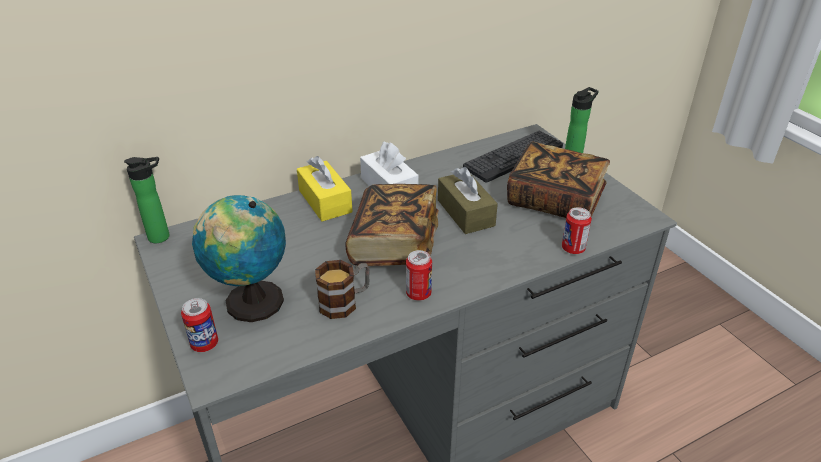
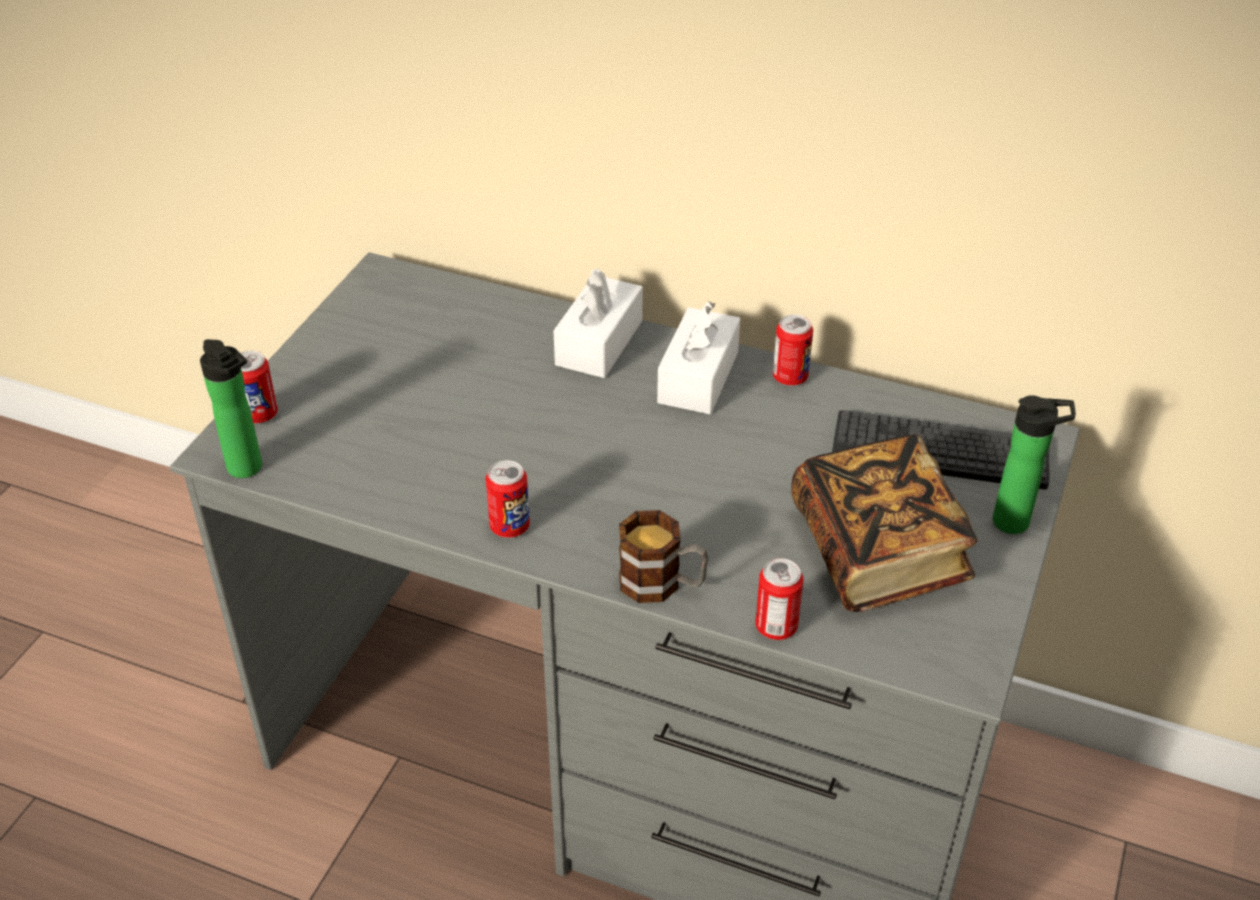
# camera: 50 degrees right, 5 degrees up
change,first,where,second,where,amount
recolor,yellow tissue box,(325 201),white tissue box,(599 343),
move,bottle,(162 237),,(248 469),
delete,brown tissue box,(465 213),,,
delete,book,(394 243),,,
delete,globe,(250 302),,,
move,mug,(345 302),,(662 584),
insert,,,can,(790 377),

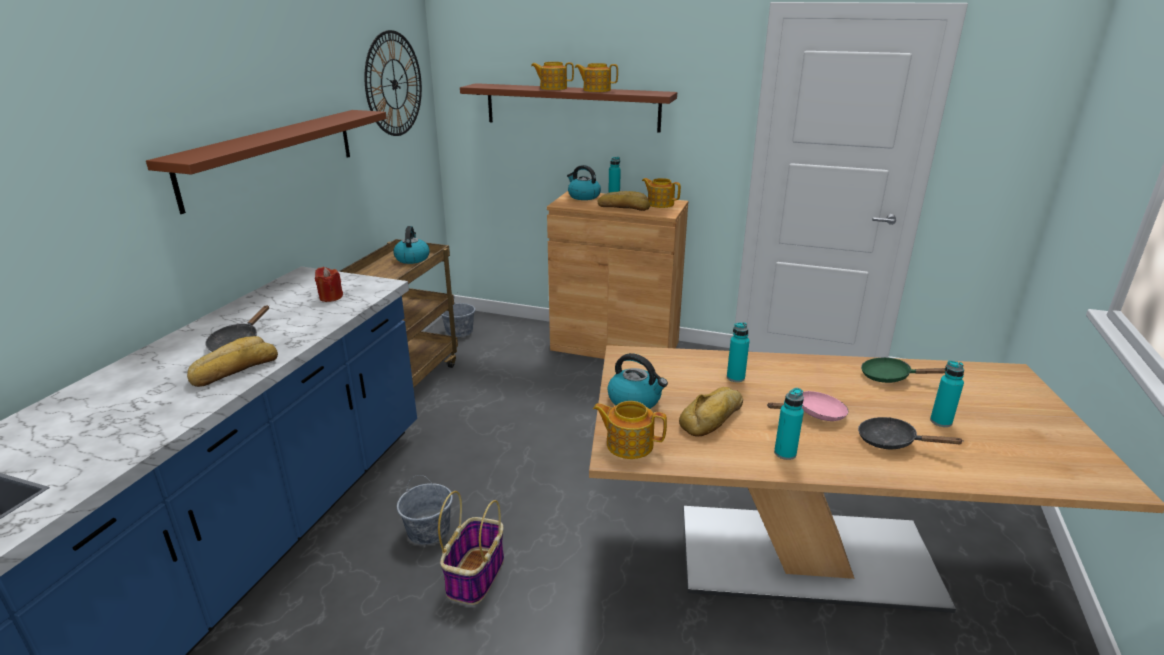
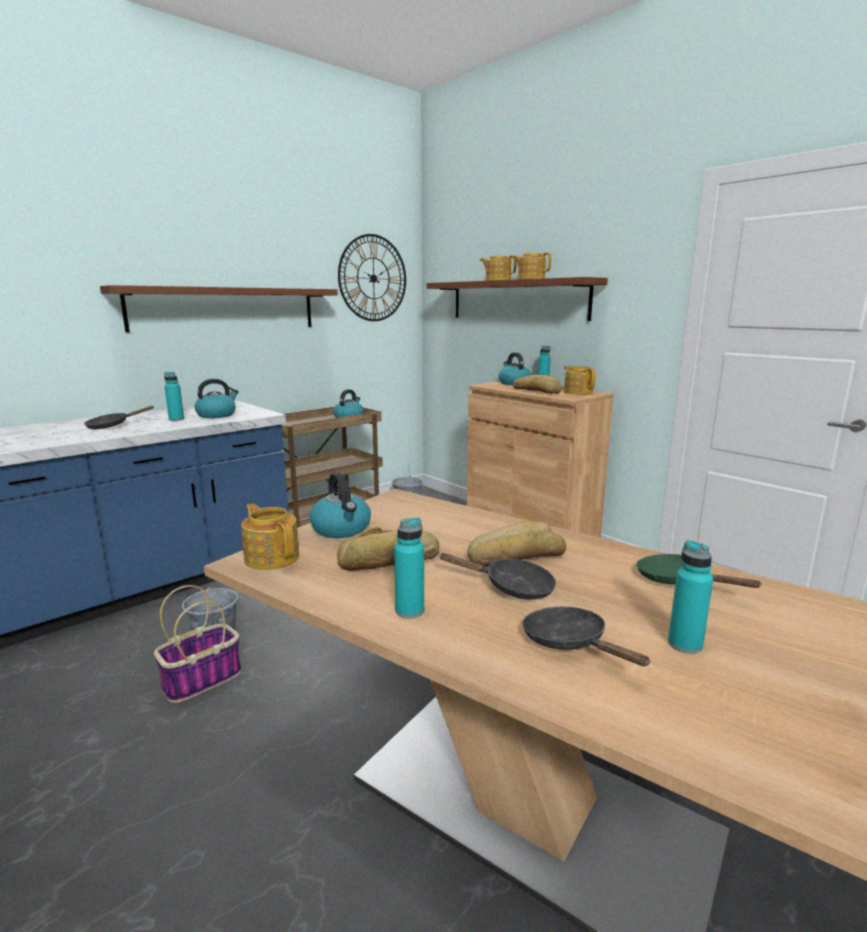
# camera: 30 degrees right, 10 degrees down
change,first,where,second,where,amount
replace,red candle,(330 297),kettle,(217 415),
move,turquoise bottle,(735 378),,(176 419),
move,bread,(234 369),,(515 555),
recolor,pink frying pan,(815 414),black frying pan,(511 587),

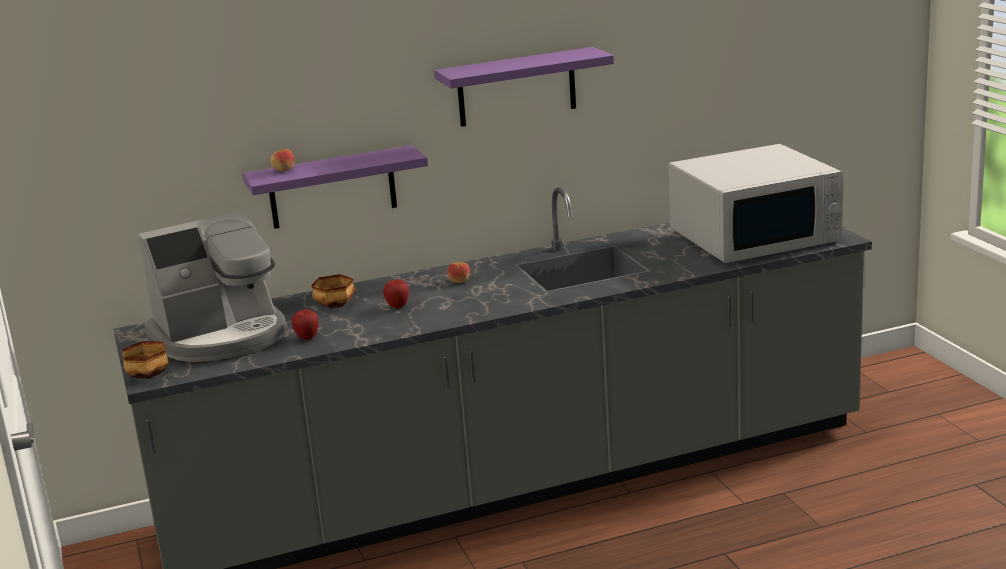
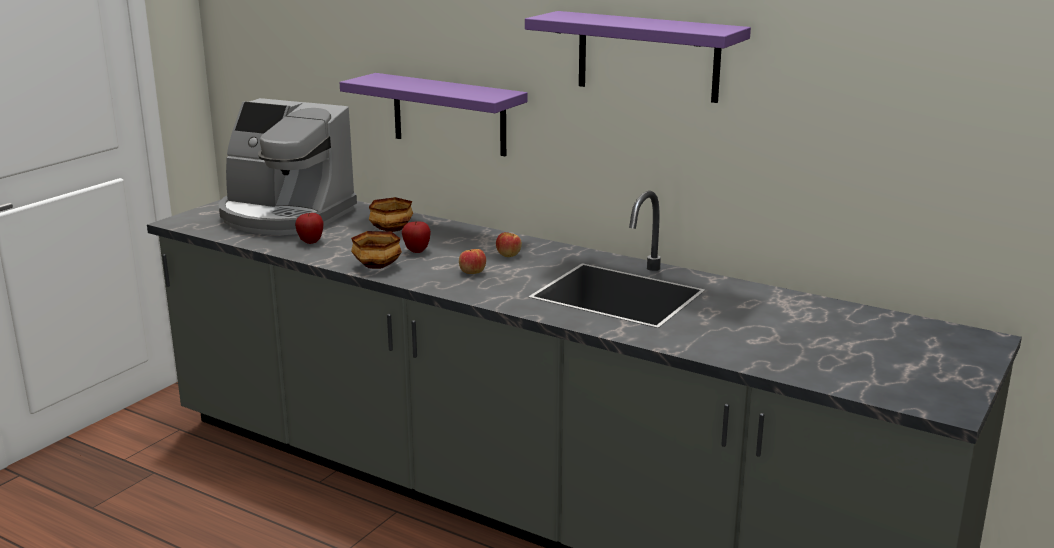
# camera: 50 degrees right, 0 degrees up
change,first,where,second,where,amount
delete,white microwave,(755 236),,,
move,apple,(283 170),,(472 272),
move,bowl,(148 375),,(378 266),

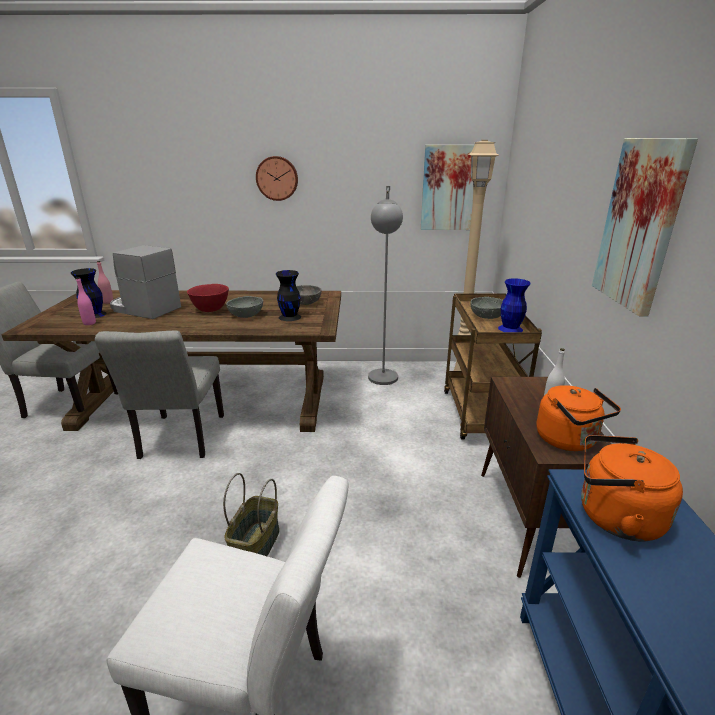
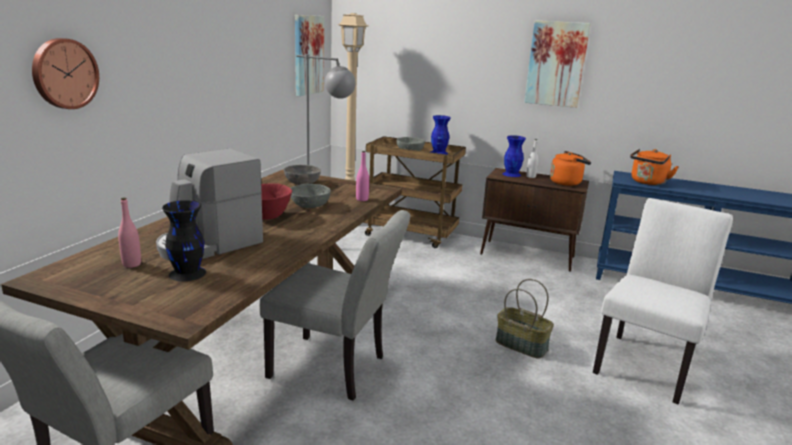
# camera: 70 degrees left, 5 degrees down
change,first,where,second,where,amount
move,wall clock,(277 178),,(64 73),
delete,black vase,(290 317),,,
move,pink bottle,(89 323),,(362 199),
insert,,,blue vase,(512 174),

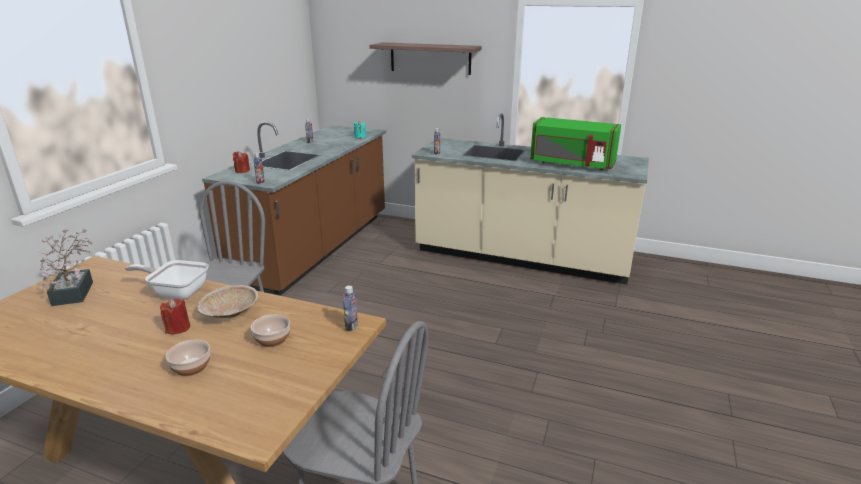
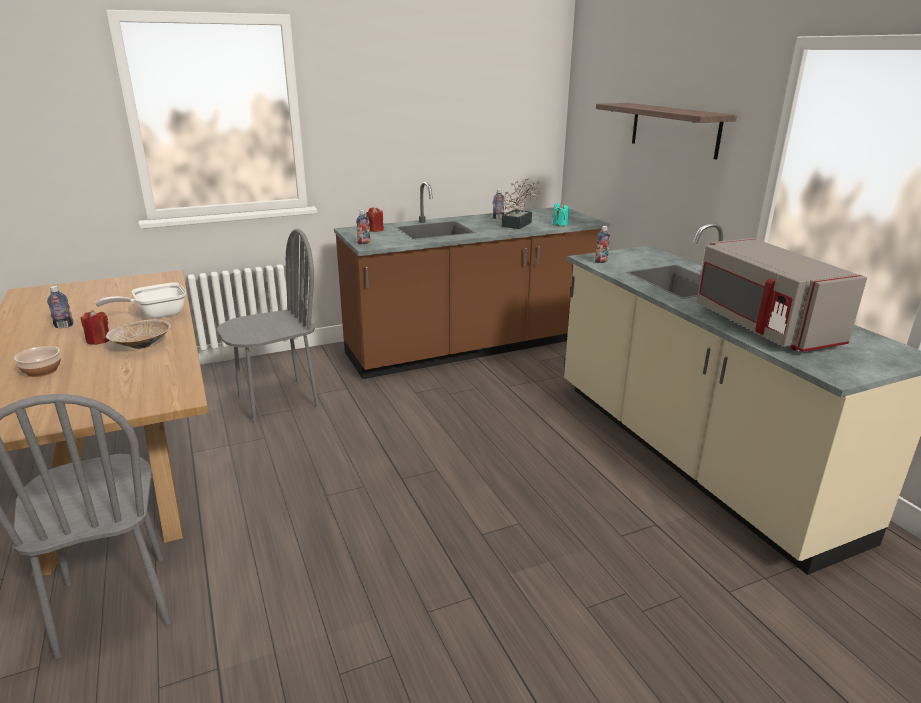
# camera: 45 degrees right, 0 degrees up
change,first,where,second,where,amount
recolor,green microwave,(571 164),grey microwave,(761 326),
move,potted plant,(75 290),,(518 223),
rotate,frying pan,(176 292),,(156 314),90 degrees counterclockwise
move,bottle,(351 326),,(64 326),
delete,bowl,(273 339),,,

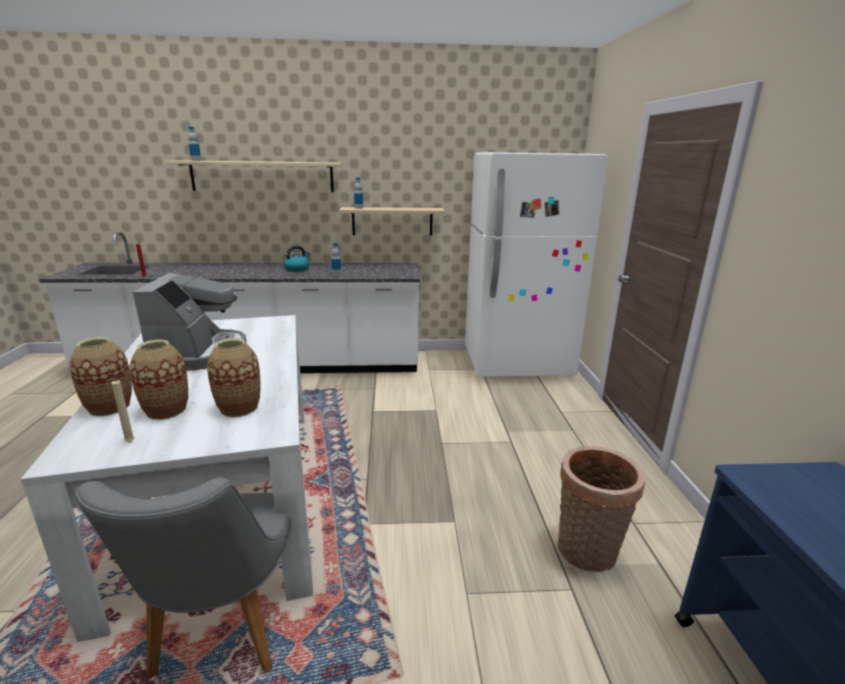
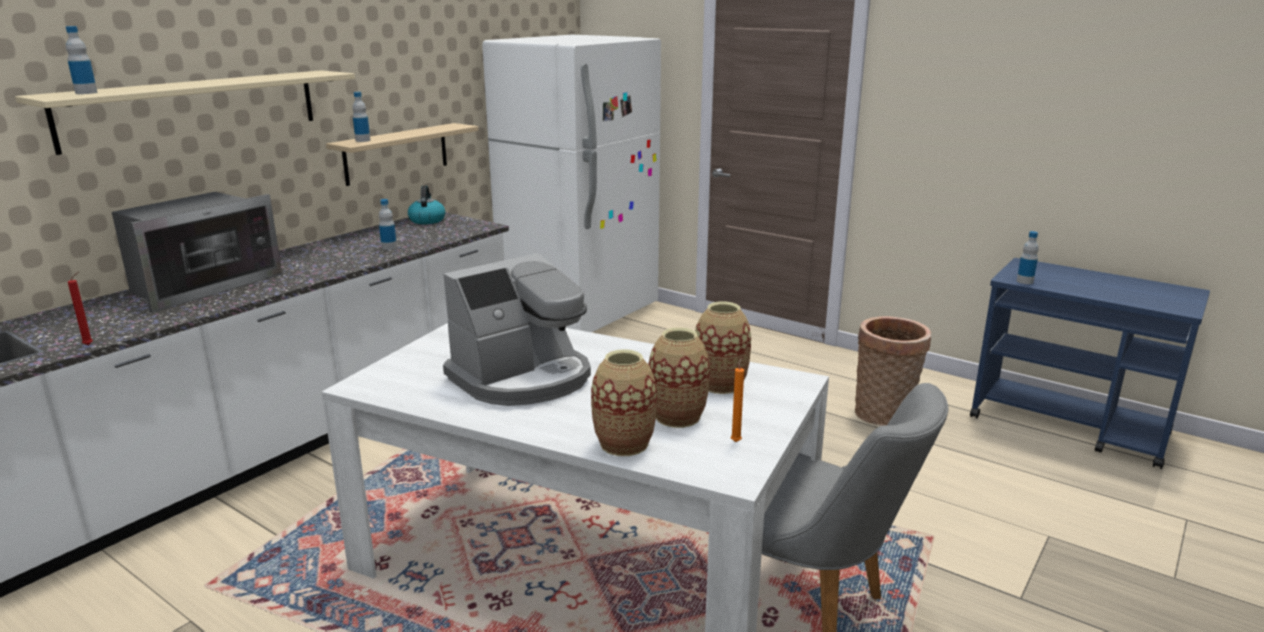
# camera: 50 degrees left, 0 degrees up
change,first,where,second,where,amount
move,kettle,(297 269),,(427 220),
rotate,coffee machine,(199 353),,(522 378),105 degrees clockwise
recolor,beige candle,(132 442),orange candle,(736 441),
insert,,,microwave,(202 285),
insert,,,bottle,(1024 281),

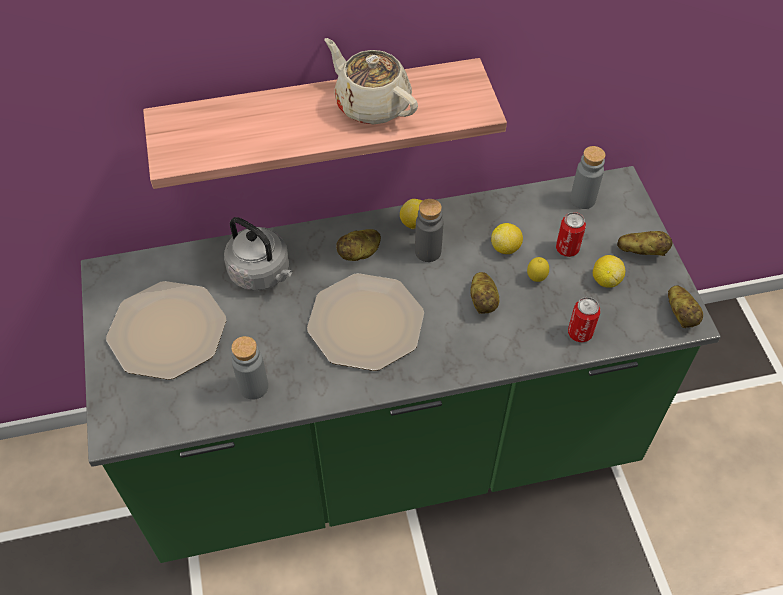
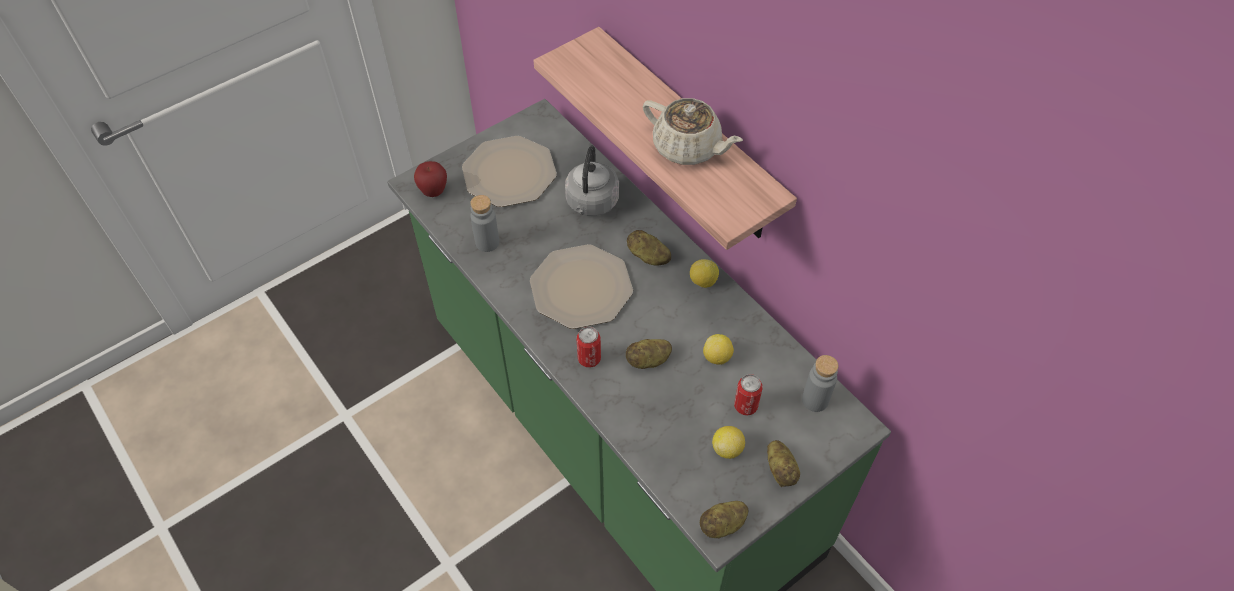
# camera: 65 degrees right, 0 degrees up
change,first,where,second,where,amount
rotate,beige teapot,(371 104),,(688 148),105 degrees clockwise
delete,grey bottle,(428 252),,,
delete,lemon,(536 279),,,
move,can,(580 333),,(589 359),
insert,,,apple,(433 191),

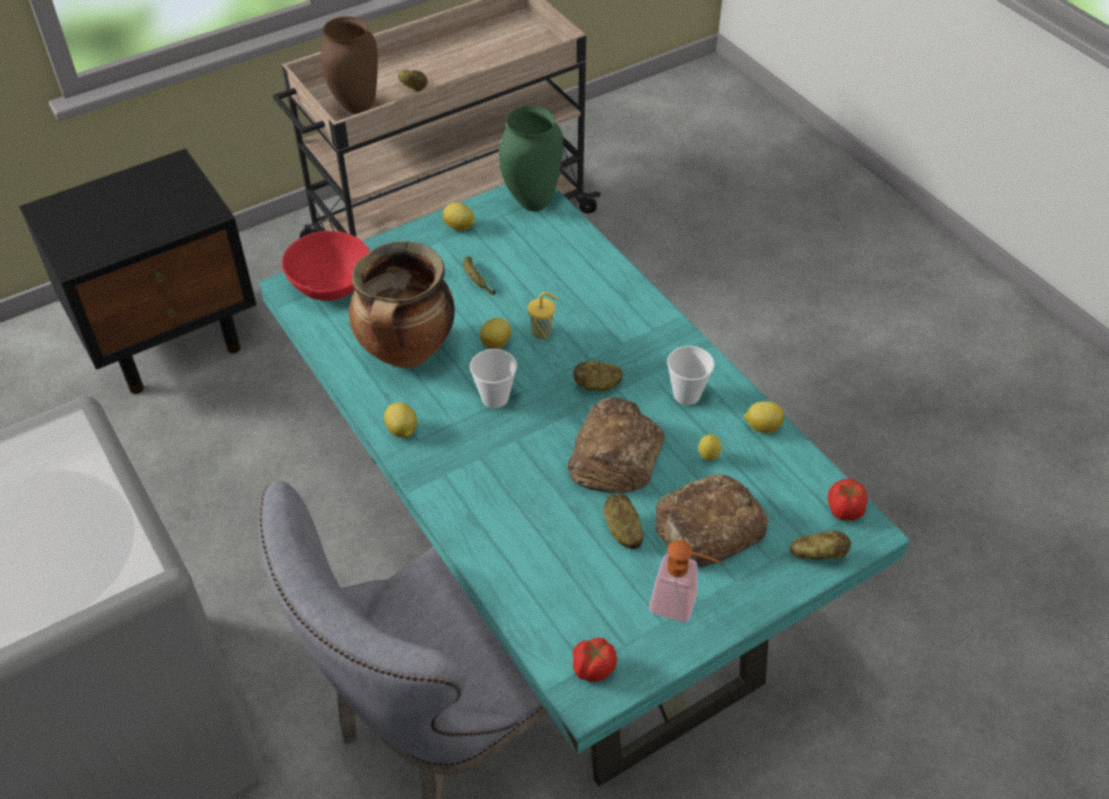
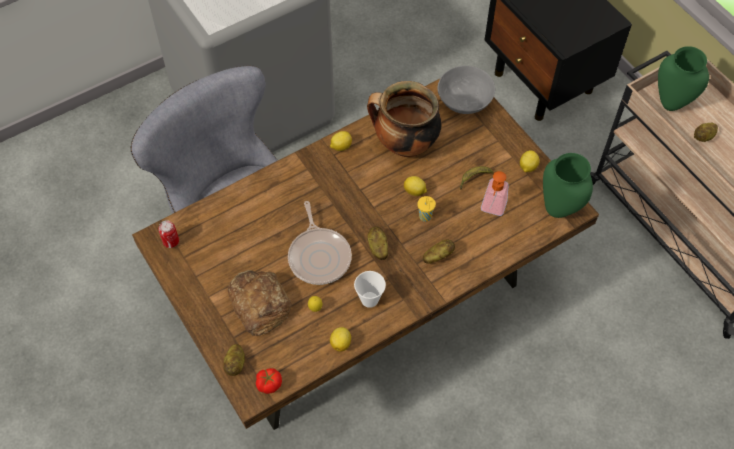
# camera: 90 degrees right, 10 degrees up
change,first,where,second,where,amount
recolor,brown vase,(357 108),green vase,(670 104),
recolor,turquoise dining table,(551 563),brown dining table,(368 307),
recolor,red bowl,(331 284),grey bowl,(465 101),
delete,cup,(495 398),,,
replace,bread,(614 454),frying pan,(319 256),
move,potato,(622 531),,(438 256),
move,soap dispenser,(682 606),,(492 209),
replace,tomato,(593 668),can,(171 241),

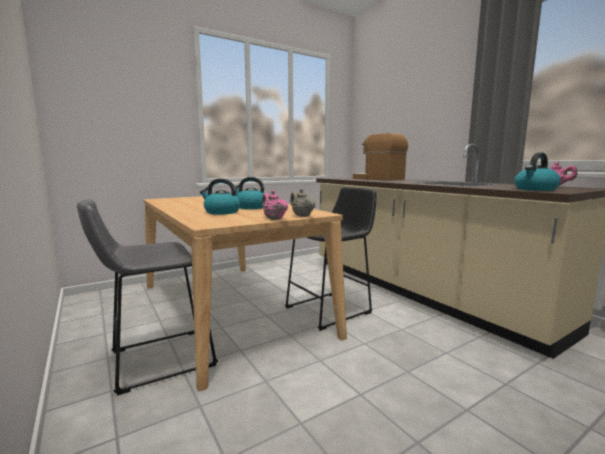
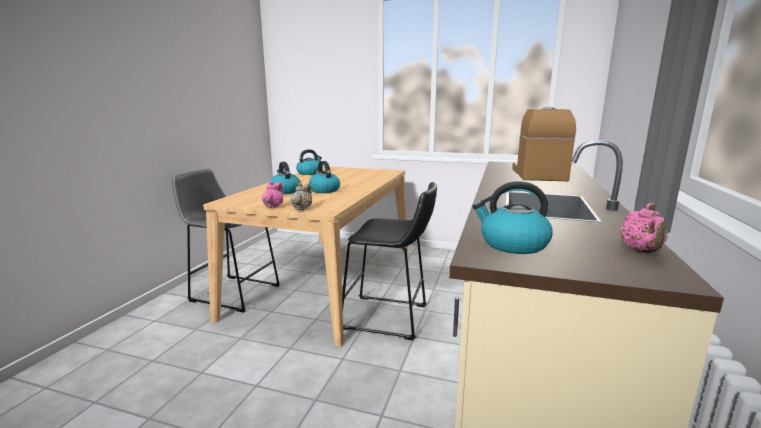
# camera: 50 degrees right, 5 degrees up
change,first,where,second,where,amount
insert,,,kettle,(309 173),

